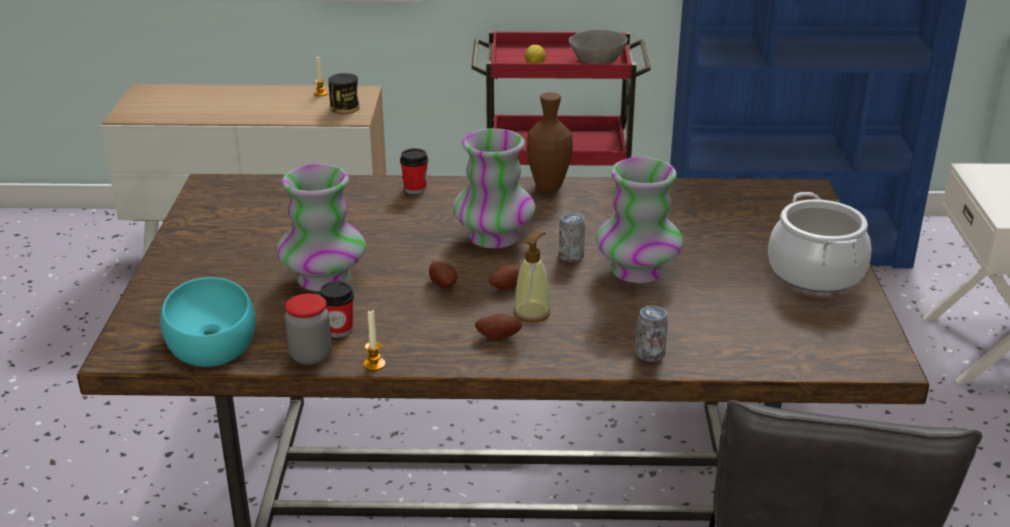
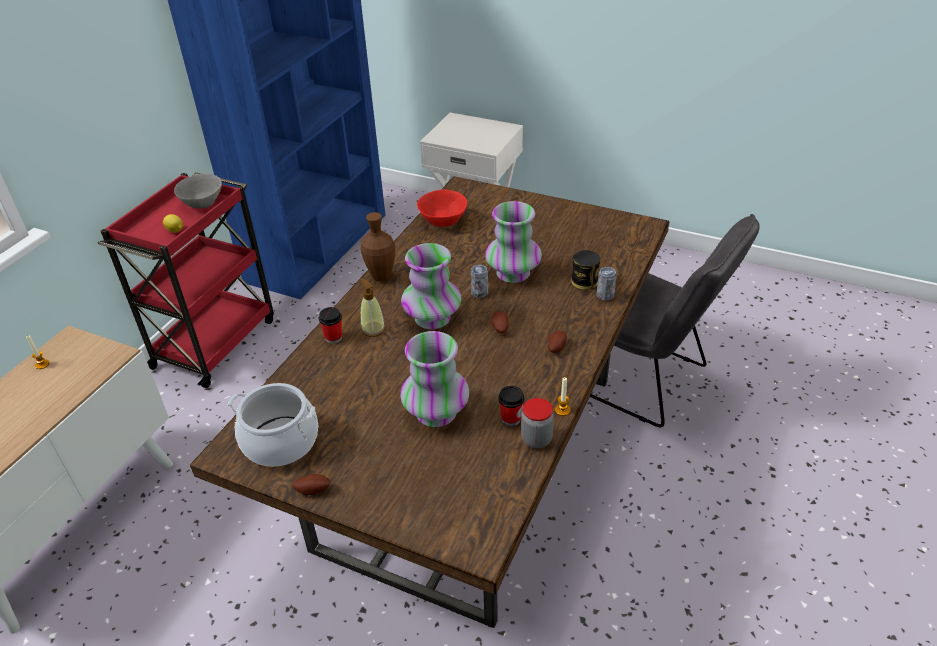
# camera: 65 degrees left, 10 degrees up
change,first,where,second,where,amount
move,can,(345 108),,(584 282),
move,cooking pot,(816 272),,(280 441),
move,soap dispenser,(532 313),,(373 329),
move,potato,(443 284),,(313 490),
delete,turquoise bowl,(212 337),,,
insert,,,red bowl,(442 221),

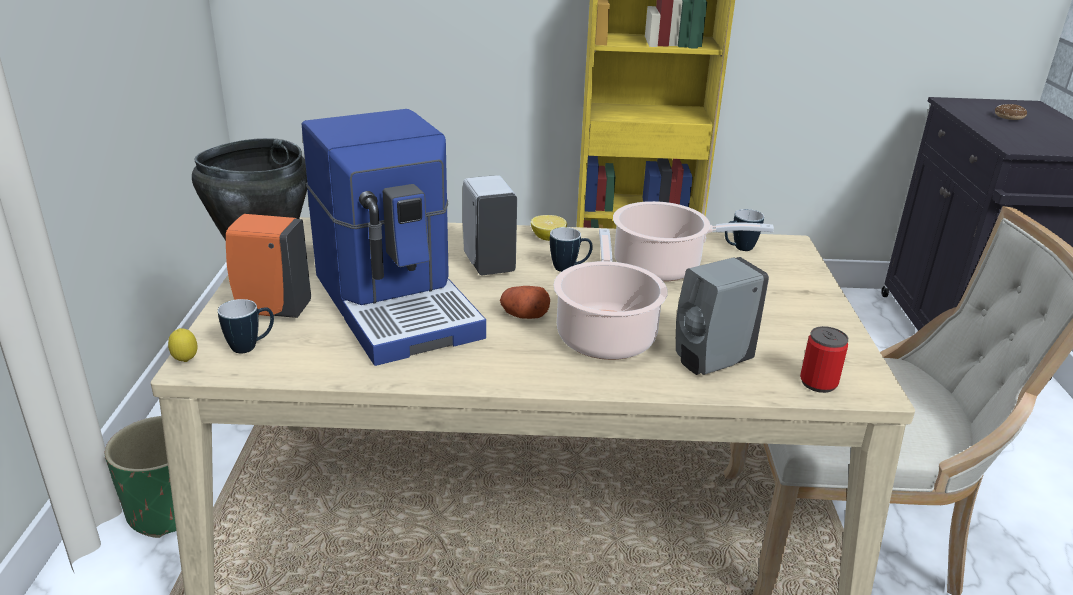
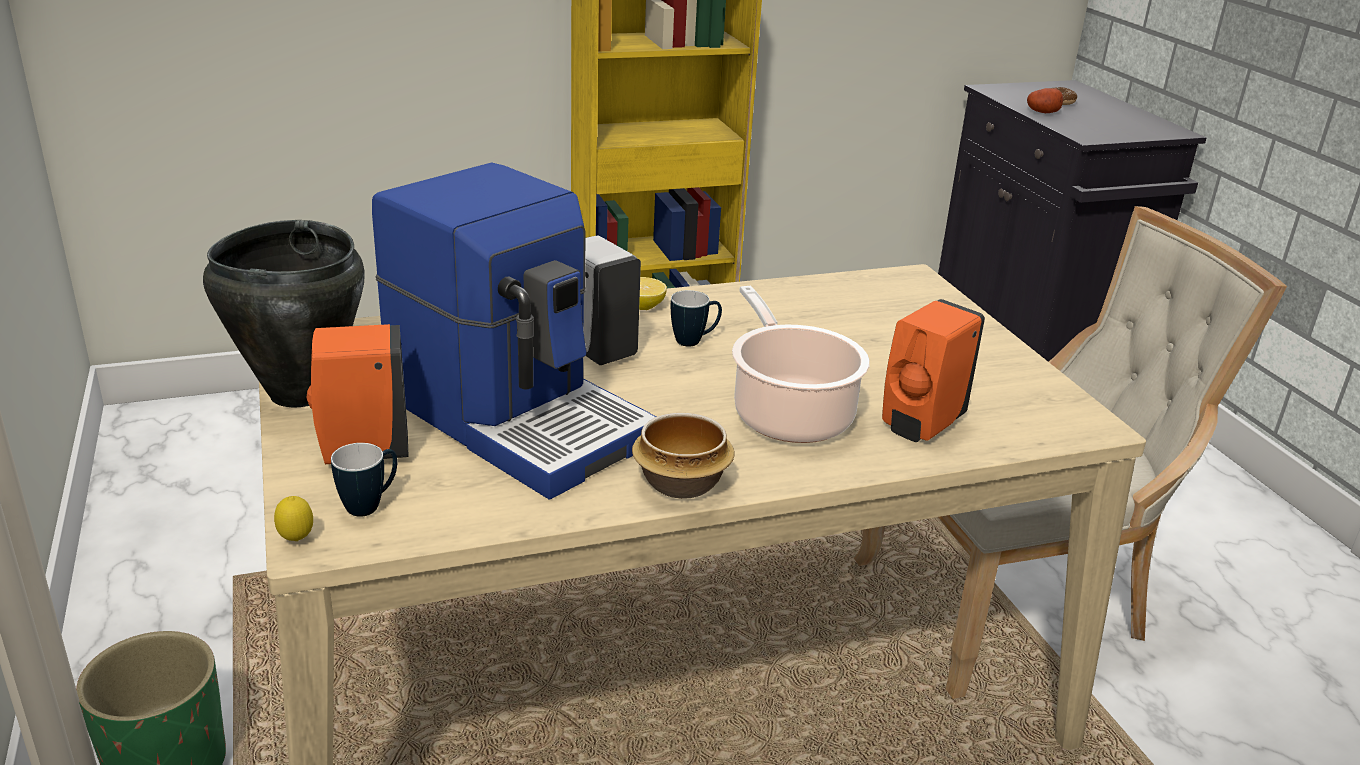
# camera: 20 degrees left, 0 degrees up
change,first,where,second,where,amount
delete,cooking pot,(663 267),,,
delete,mug,(739 248),,,
recolor,grey soap dispenser,(710 362),orange soap dispenser,(920 425),
move,potato,(523 315),,(1042 112),
delete,can,(818 383),,,
insert,,,bowl,(680 484),

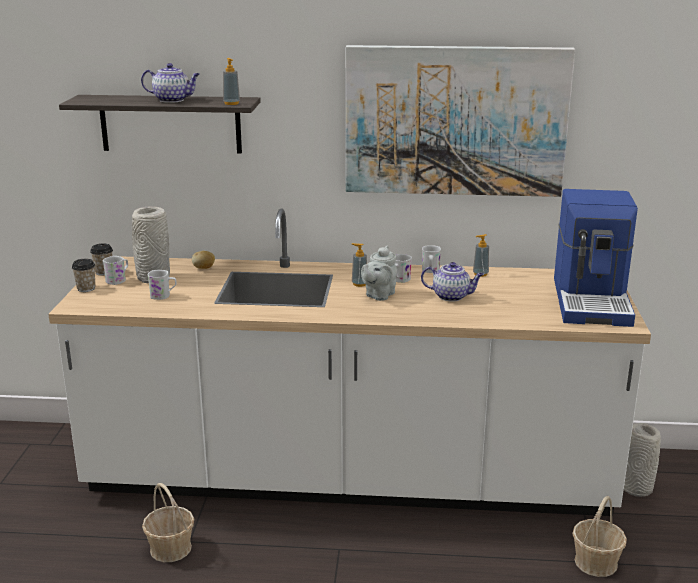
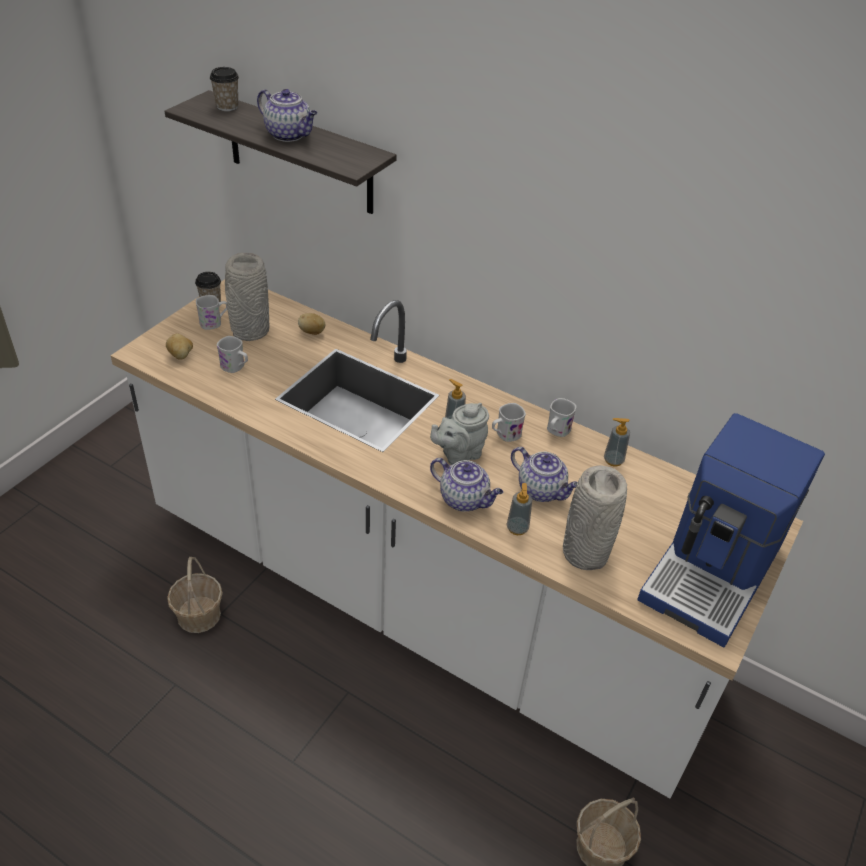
# camera: 25 degrees right, 20 degrees up
change,first,where,second,where,amount
delete,picture,(455 121),,,
move,soap dispenser,(231 103),,(517 528),
move,cup,(86 288),,(227 106),
move,grey vase,(636 489),,(584 554),
insert,,,potato,(181 355),
insert,,,teapot,(465 500),

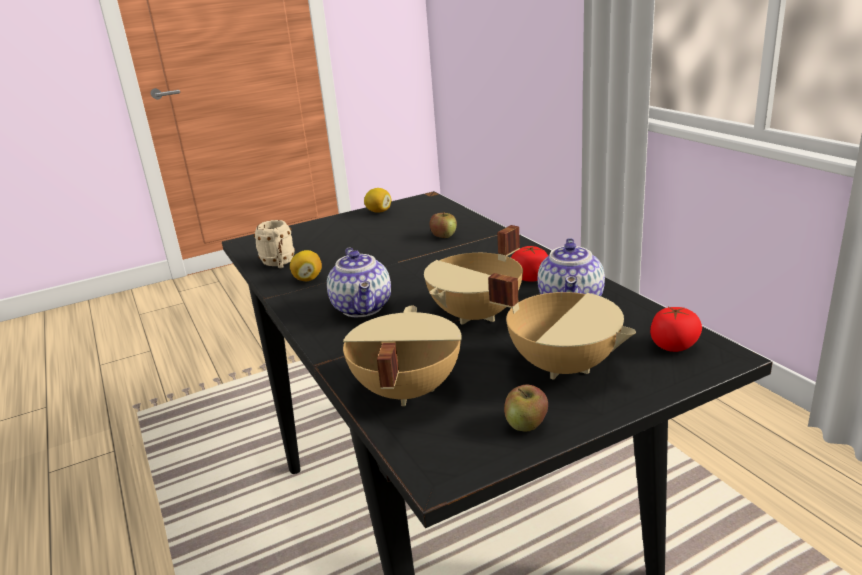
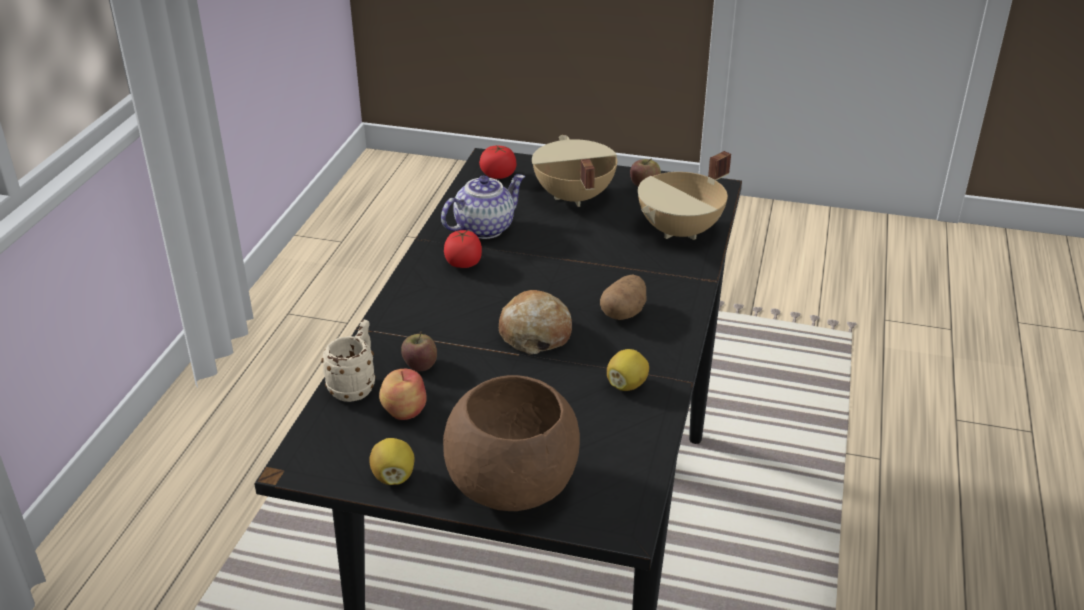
# camera: 140 degrees left, 10 degrees up
change,first,where,second,where,amount
move,beige mug,(279 264),,(356 385),
delete,beige cooking pot,(477 315),,,
replace,teapot,(363 308),potato,(623 312),
insert,,,bread,(535 333),
insert,,,apple,(404 411),
insert,,,brown bowl,(512 487),

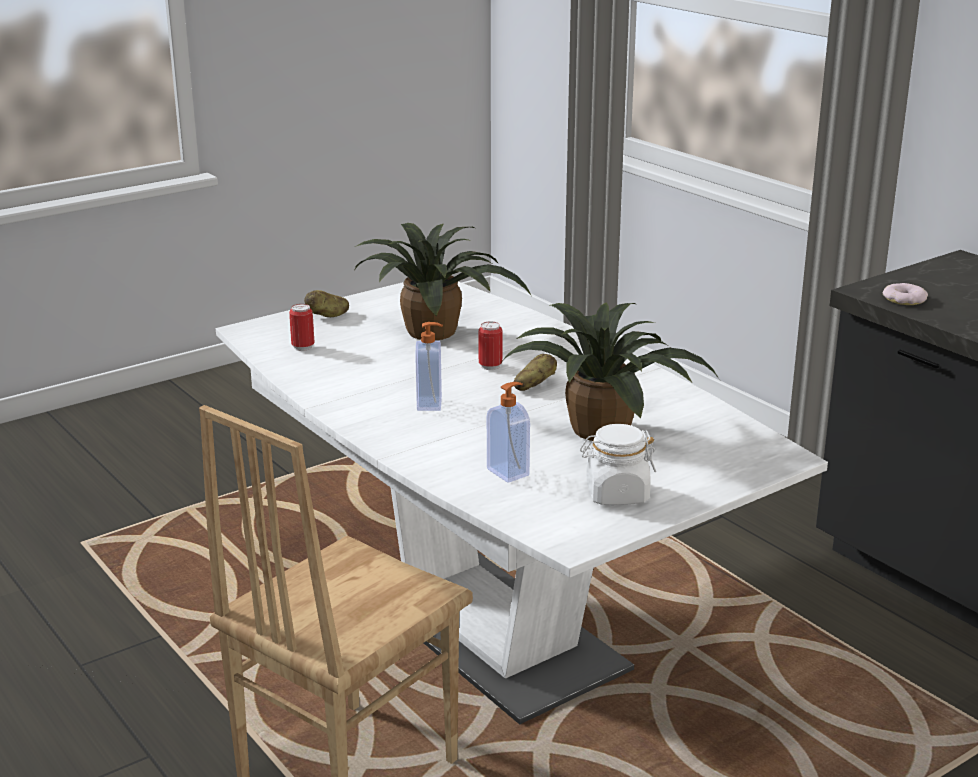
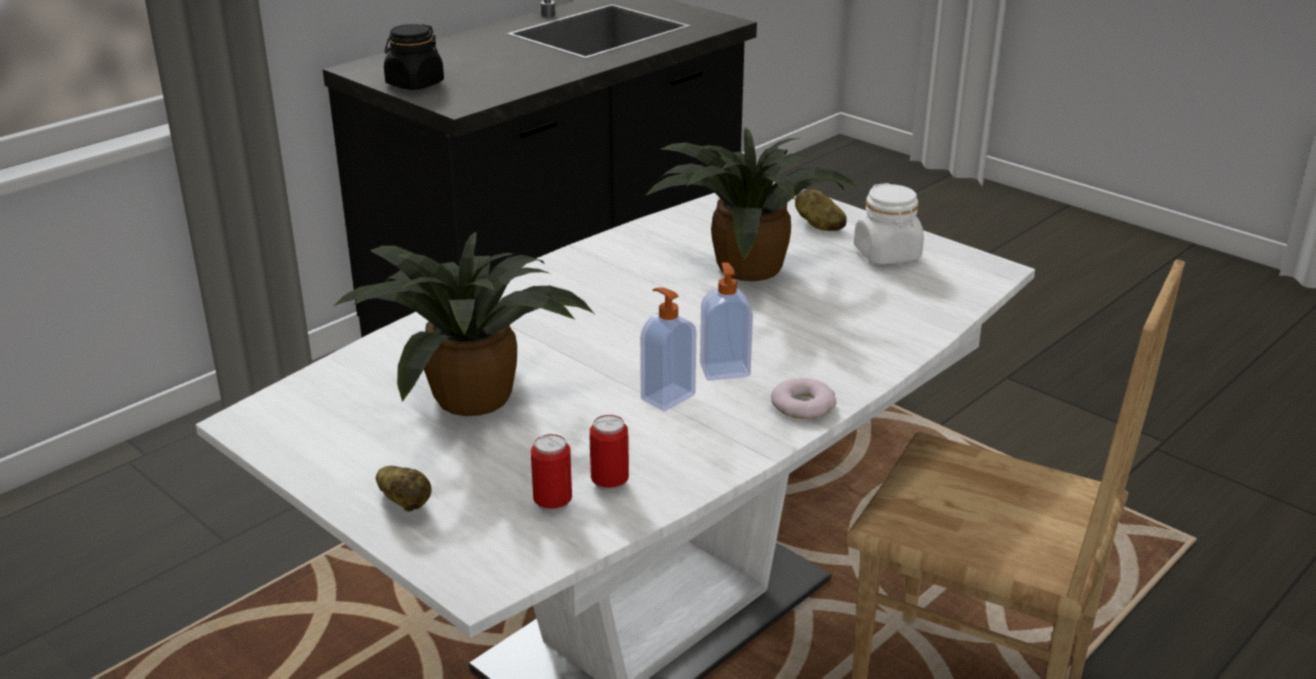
# camera: 100 degrees left, 5 degrees up
change,first,where,second,where,amount
move,donut,(904 299),,(803 405),
move,can,(490 366),,(609 483),
move,potato,(534 386),,(818 225),
move,soap dispenser,(509 472),,(666 396),
insert,,,black jar,(414 84),

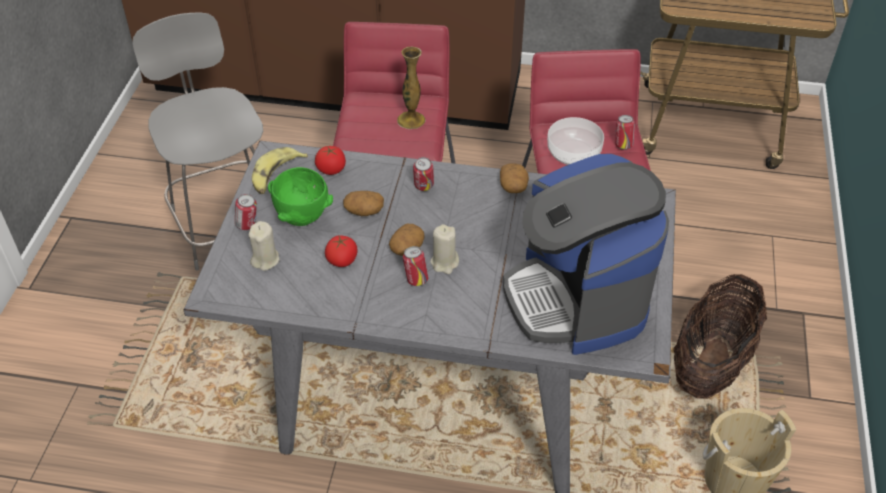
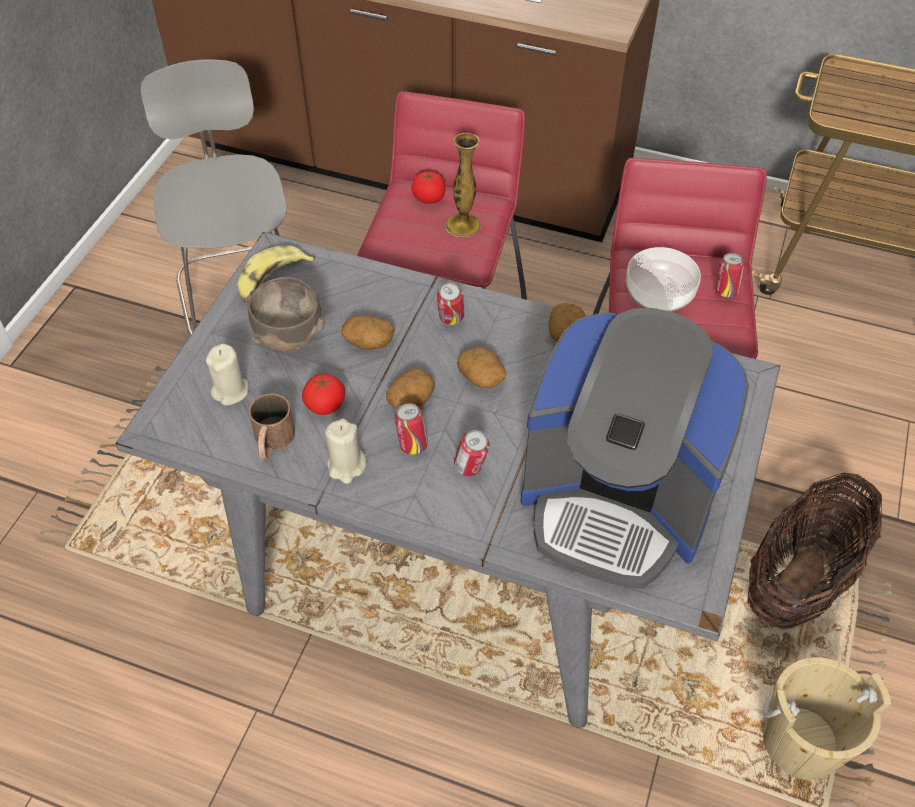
# camera: 10 degrees right, 5 degrees up
change,first,where,second,where,amount
move,tomato,(331 169),,(429 198),
rotate,coffee machine,(577 299),,(616 502),60 degrees counterclockwise
recolor,green bowl,(301 219),brown bowl,(288 342),
move,can,(248 225),,(471 468),
move,beige candle,(444 263),,(346 466),
insert,,,potato,(482 377),
insert,,,brown mug,(272 442),

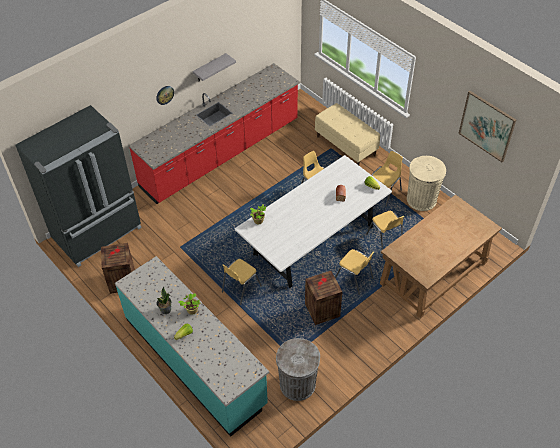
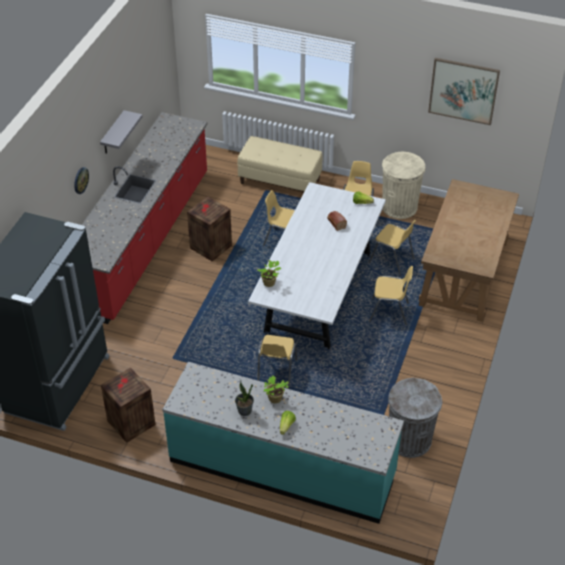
# camera: 30 degrees left, 5 degrees down
change,first,where,second,where,amount
move,crate,(321 310),,(210 247),

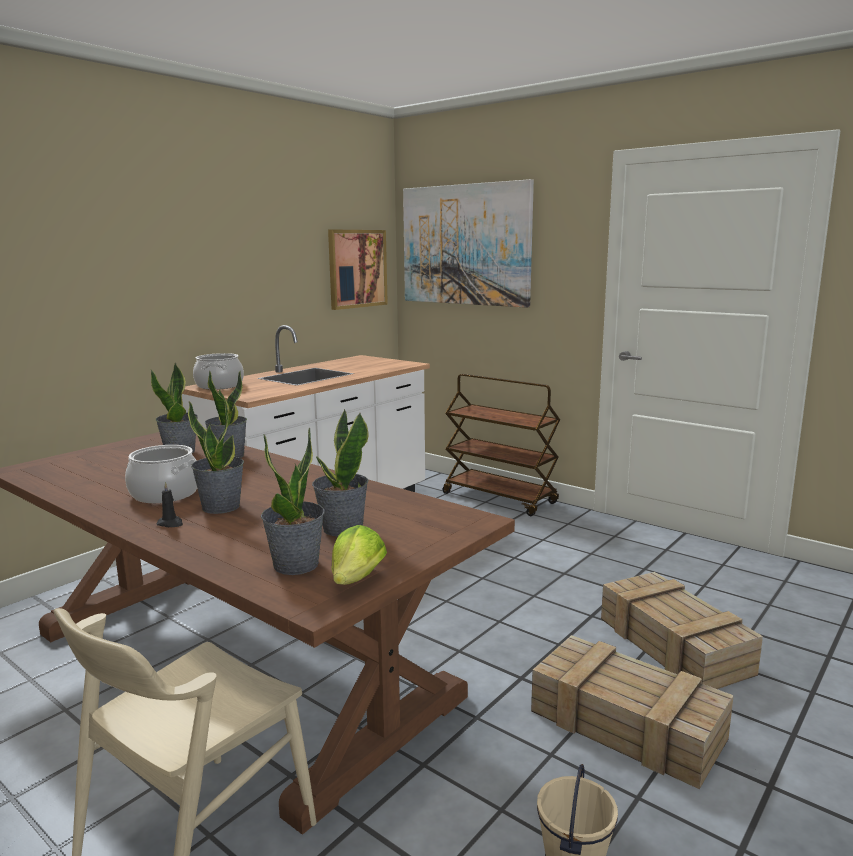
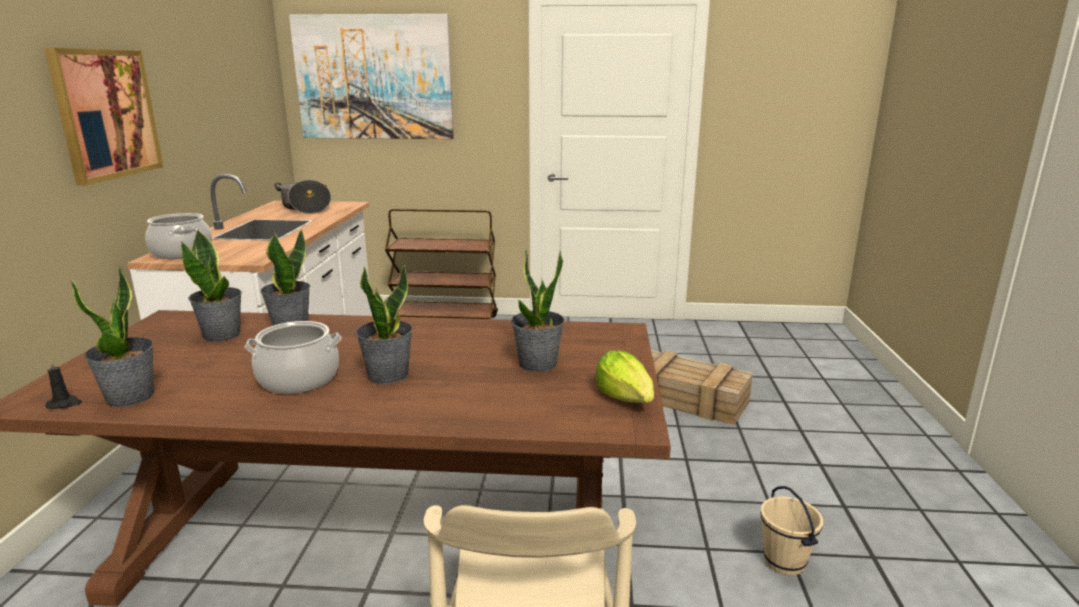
# camera: 35 degrees left, 5 degrees up
change,first,where,second,where,amount
move,picture,(357 268),,(106 114),
move,potted plant,(296 565),,(131 397),
move,black candle,(171 524),,(64 404),
delete,crate,(629 725),,,
insert,,,cooking pot,(305 208),

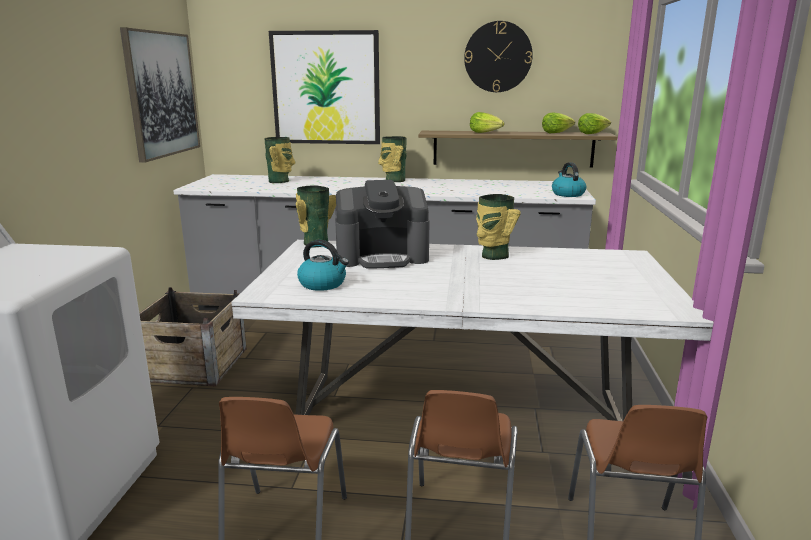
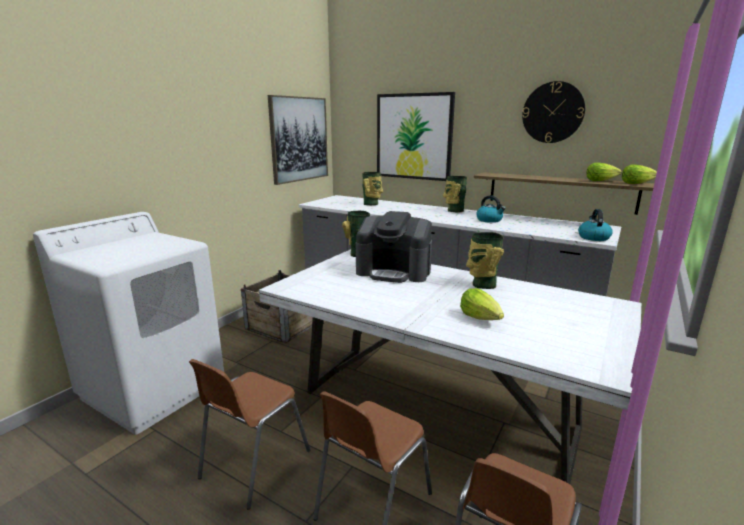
# camera: 25 degrees right, 0 degrees up
change,first,where,second,where,amount
move,lettuce,(485 133),,(481 318),
move,kettle,(323 284),,(489 220),

